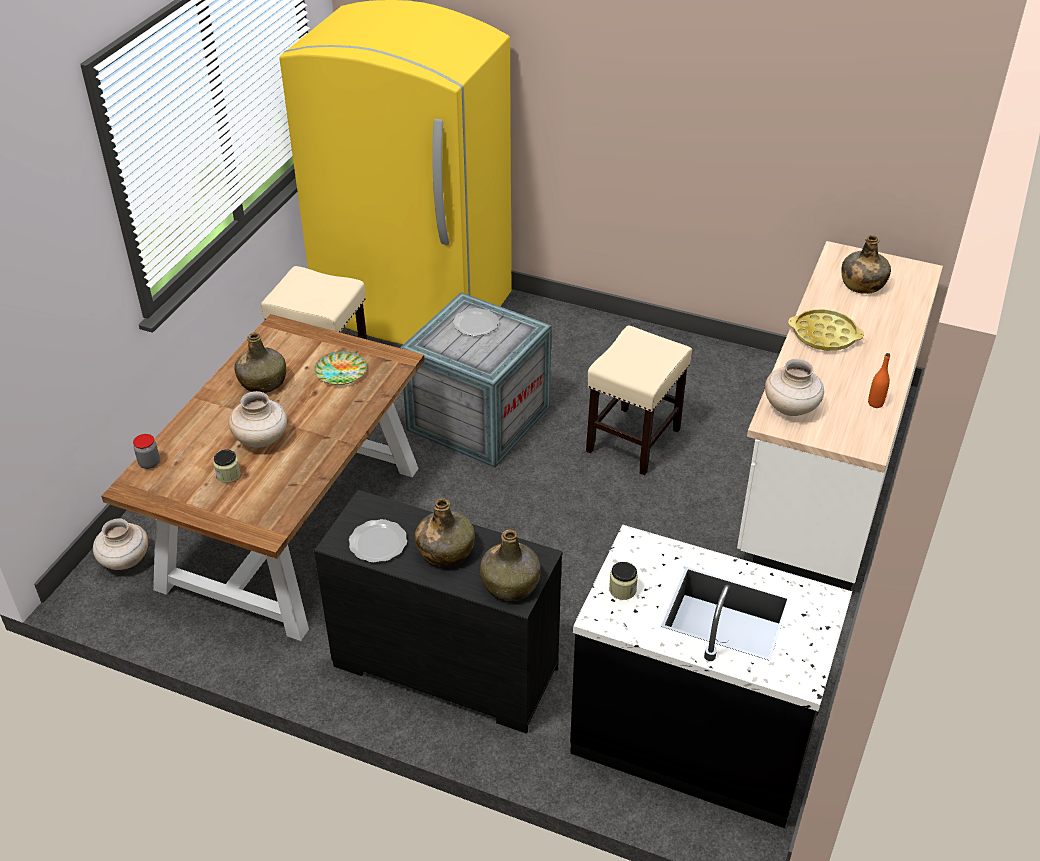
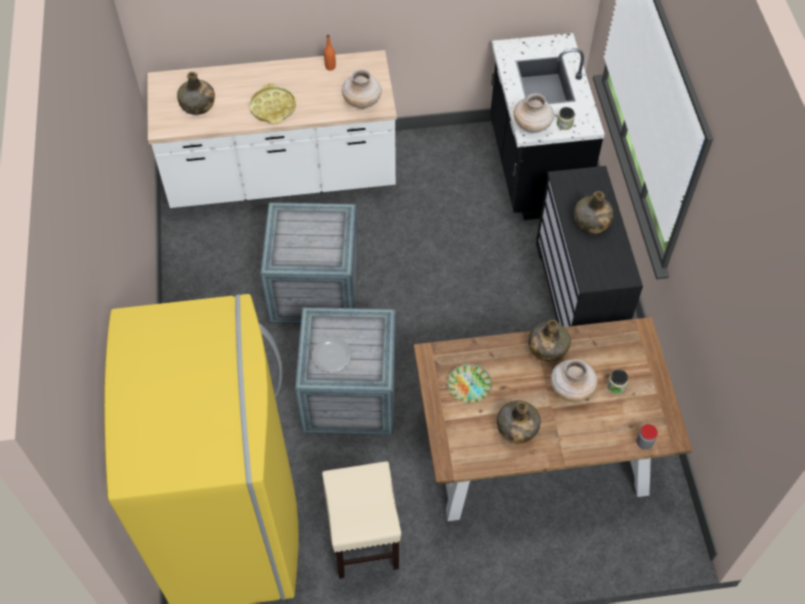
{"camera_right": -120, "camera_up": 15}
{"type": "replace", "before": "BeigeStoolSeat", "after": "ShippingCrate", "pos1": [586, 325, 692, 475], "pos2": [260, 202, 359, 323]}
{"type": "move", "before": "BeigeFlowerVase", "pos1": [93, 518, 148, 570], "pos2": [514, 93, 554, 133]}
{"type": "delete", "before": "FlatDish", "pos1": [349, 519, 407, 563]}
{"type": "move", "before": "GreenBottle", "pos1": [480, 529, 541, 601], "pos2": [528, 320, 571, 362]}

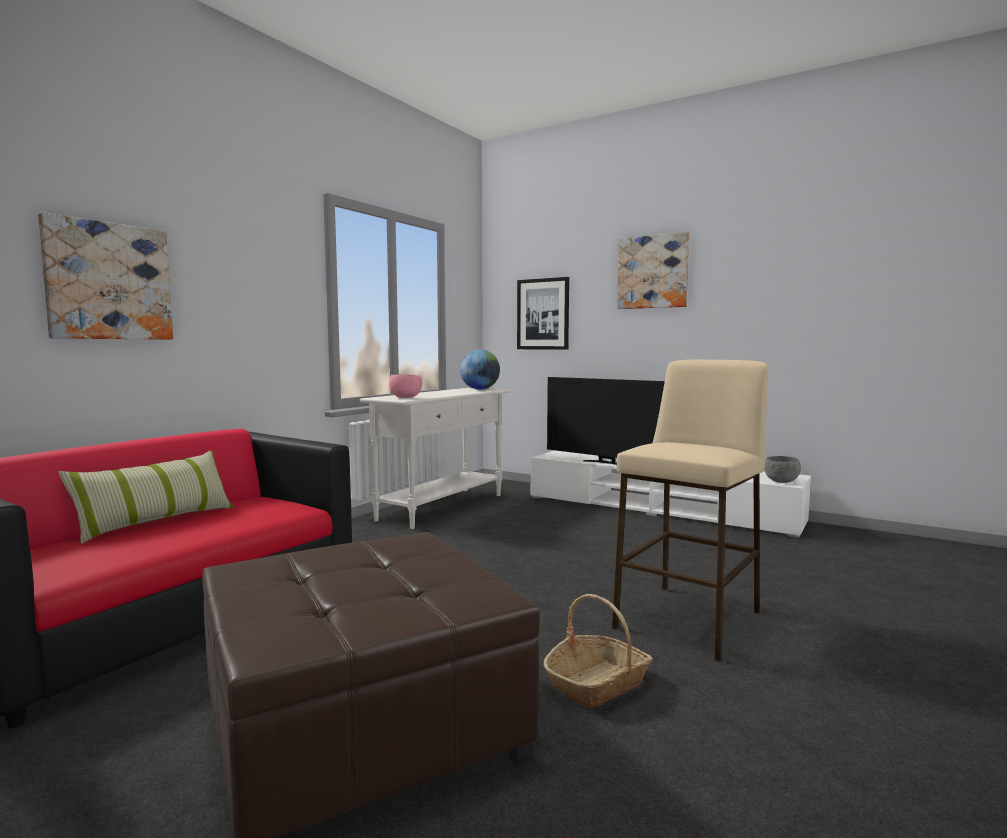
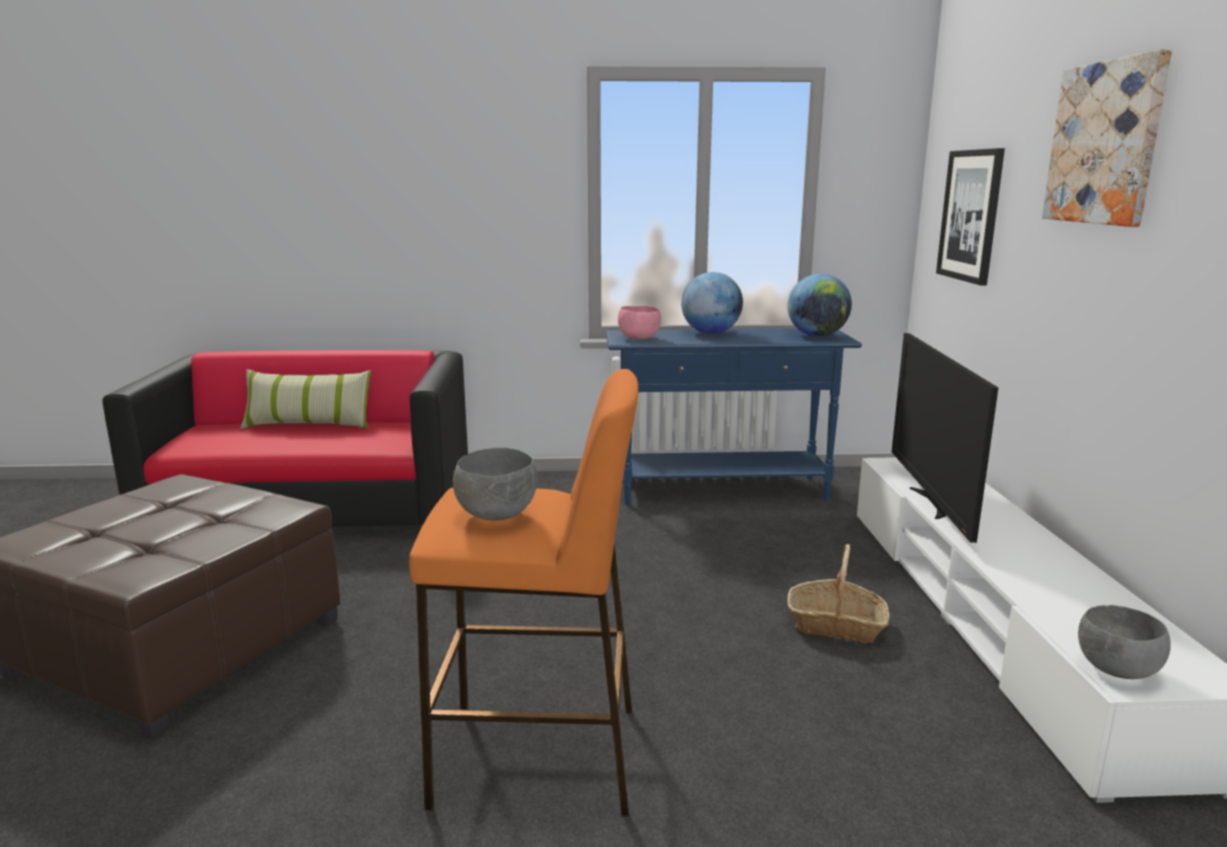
{"camera_right": 55, "camera_up": 10}
{"type": "delete", "before": "Picture", "pos1": [38, 212, 173, 340]}
{"type": "recolor", "before": "BeigeStoolSeat", "after": "OrangeyStoolSeat", "pos1": [612, 360, 768, 662], "pos2": [409, 369, 638, 816]}
{"type": "recolor", "before": "WhitishNarrowTable", "after": "BlueNarrowTable", "pos1": [360, 388, 511, 529], "pos2": [606, 329, 862, 505]}
{"type": "move", "before": "StorageBasket", "pos1": [543, 594, 653, 709], "pos2": [787, 544, 890, 643]}
{"type": "insert", "after": "WorldGlobe", "pos2": [681, 272, 743, 334]}
{"type": "insert", "after": "GrayDeepDish", "pos2": [453, 448, 537, 521]}

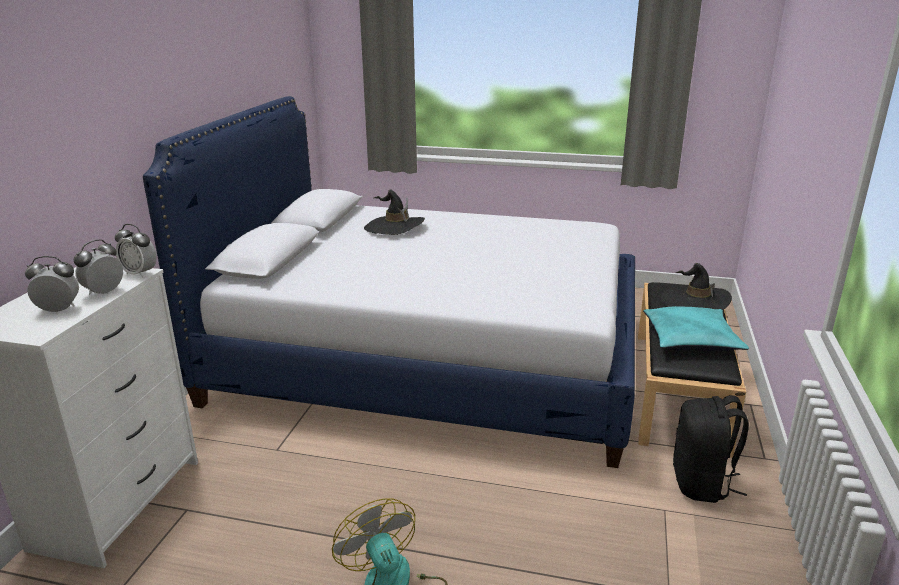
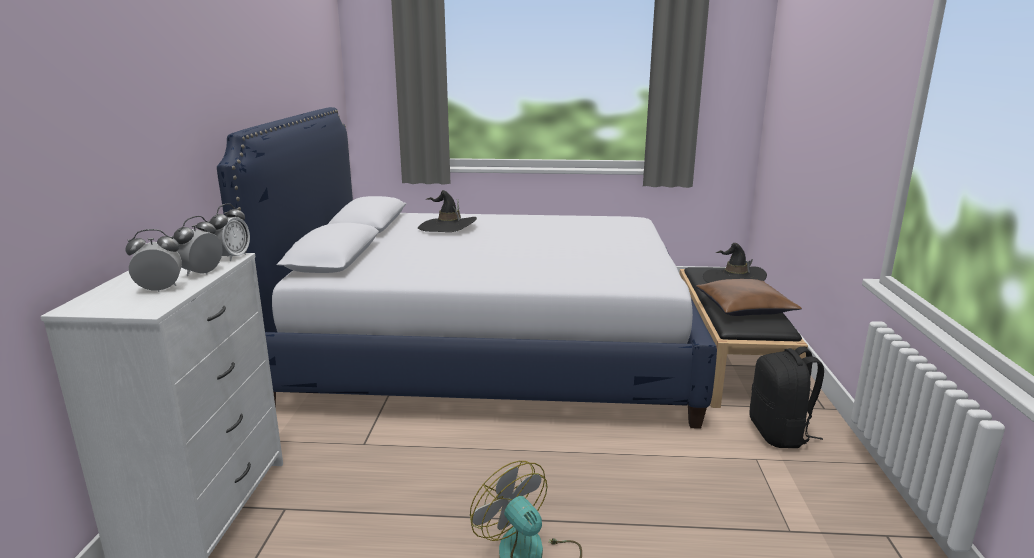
{"camera_right": -10, "camera_up": -5}
{"type": "rotate", "before": "AlarmClock", "pos1": [115, 224, 157, 278], "pos2": [210, 203, 250, 261], "turn": -90}
{"type": "recolor", "before": "TurquoiseCushion", "after": "BrownishCushion", "pos1": [643, 306, 749, 351], "pos2": [696, 279, 802, 316]}

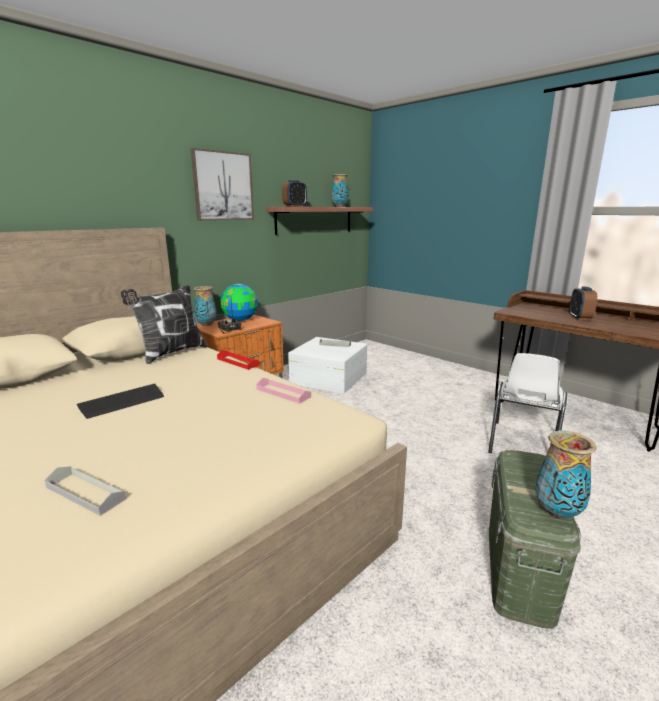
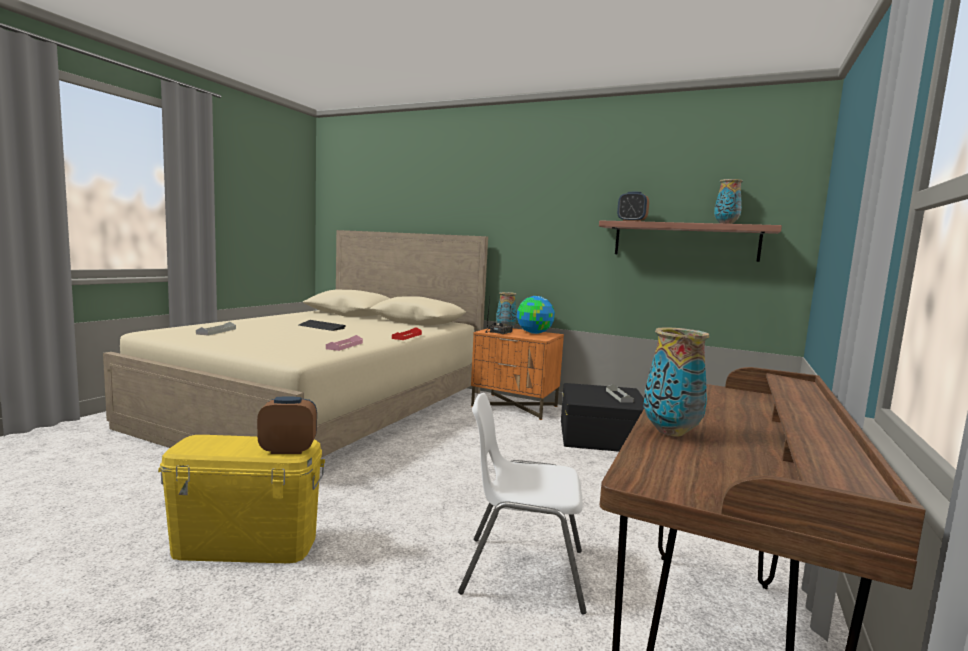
{"camera_right": 70, "camera_up": -10}
{"type": "delete", "before": "Picture", "pos1": [191, 148, 254, 220]}
{"type": "delete", "before": "Cushion", "pos1": [120, 285, 208, 364]}
{"type": "move", "before": "AlarmClock", "pos1": [570, 287, 597, 320], "pos2": [257, 396, 317, 454]}
{"type": "recolor", "before": "WhitishStorageBin", "after": "BlackColouredStorageBin", "pos1": [288, 337, 367, 394], "pos2": [561, 383, 644, 452]}
{"type": "move", "before": "FlowerVase", "pos1": [535, 430, 596, 519], "pos2": [644, 327, 709, 437]}
{"type": "recolor", "before": "GreenStorageBin", "after": "YellowStorageBin", "pos1": [489, 450, 581, 629], "pos2": [158, 435, 325, 563]}

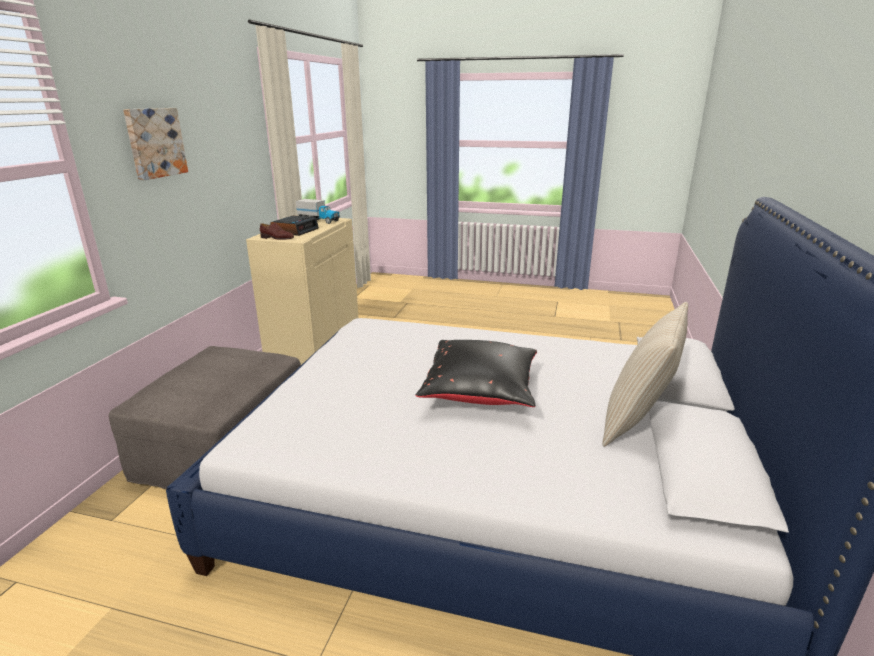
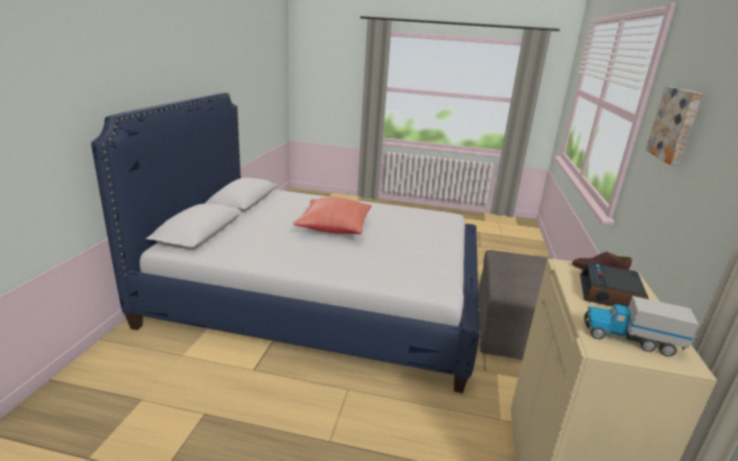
{"camera_right": 175, "camera_up": 0}
{"type": "delete", "before": "BeigeCushion", "pos1": [602, 302, 688, 447]}
{"type": "recolor", "before": "BlackColouredCushion", "after": "RedCushion", "pos1": [415, 340, 537, 407], "pos2": [293, 197, 372, 234]}

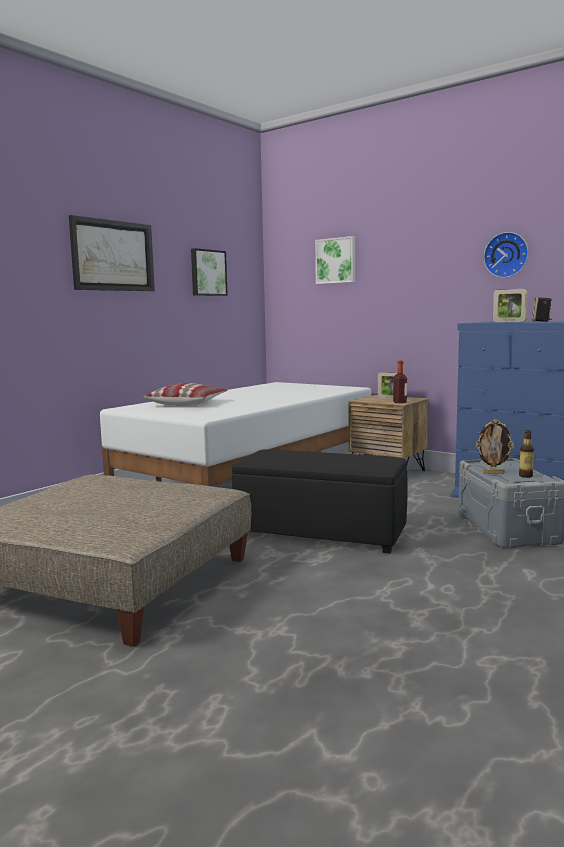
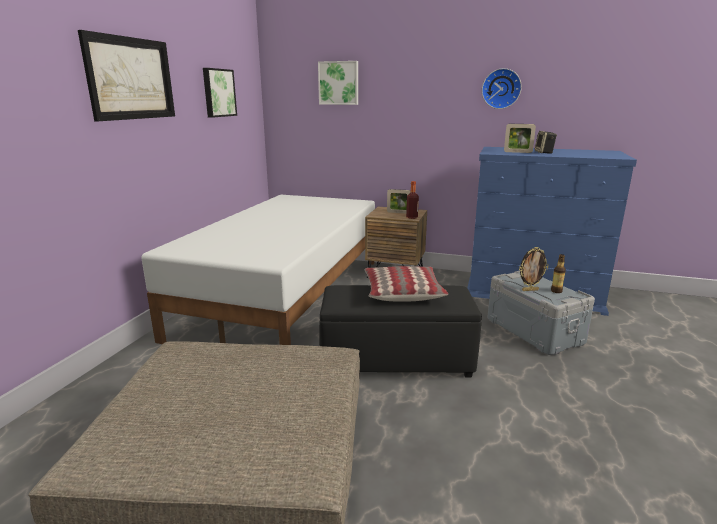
{"camera_right": -20, "camera_up": 10}
{"type": "move", "before": "Cushion", "pos1": [144, 383, 227, 406], "pos2": [364, 266, 448, 302]}

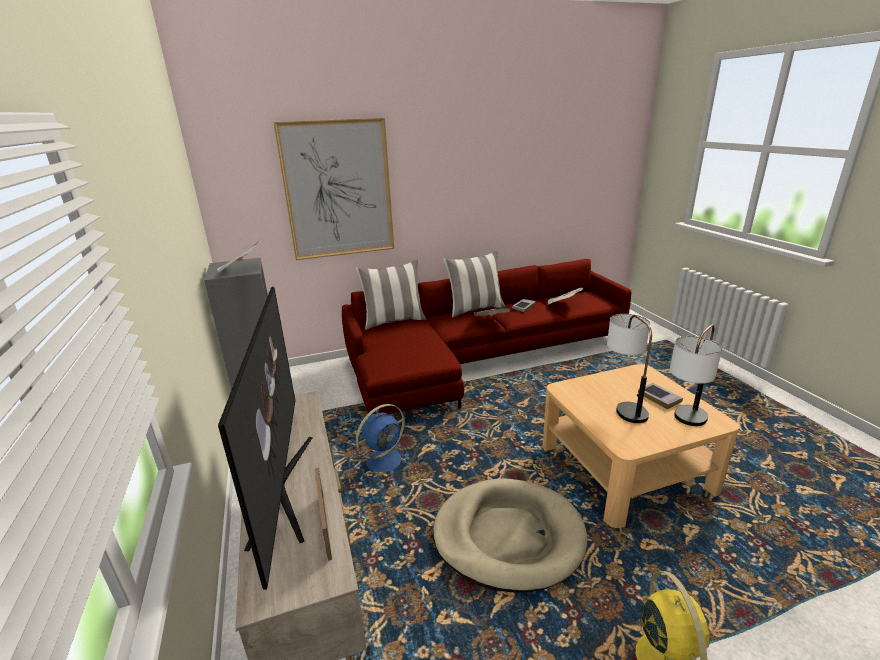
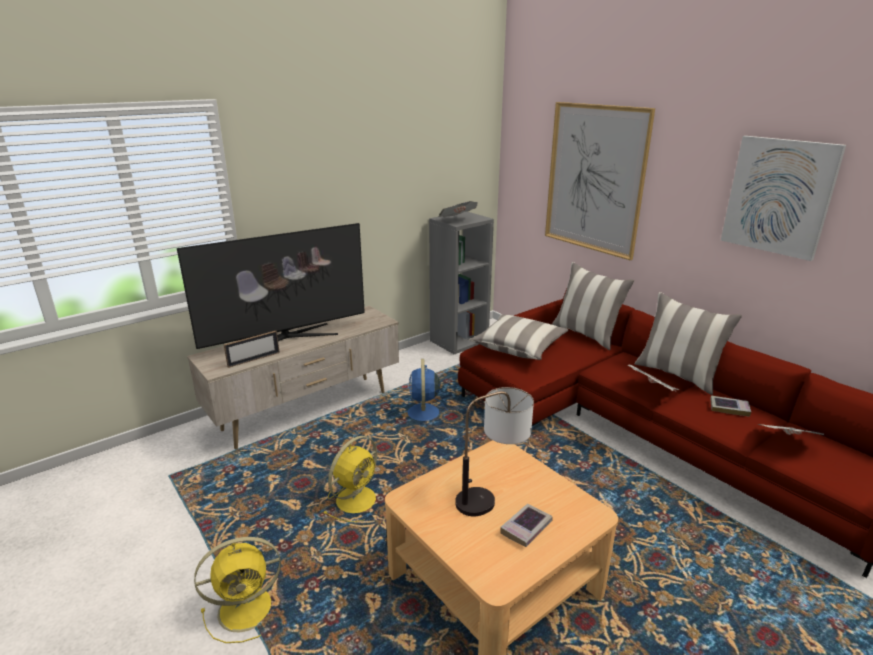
{"camera_right": 70, "camera_up": 0}
{"type": "delete", "before": "TableLamp", "pos1": [670, 324, 722, 426]}
{"type": "rotate", "before": "BlueFan", "pos1": [354, 404, 405, 480], "pos2": [402, 359, 448, 421], "turn": 60}
{"type": "replace", "before": "BeigeDogBed", "after": "YellowFan", "pos1": [433, 478, 587, 593], "pos2": [323, 436, 377, 522]}
{"type": "insert", "after": "Picture", "pos2": [721, 136, 846, 261]}
{"type": "insert", "after": "Cushion", "pos2": [469, 314, 568, 360]}

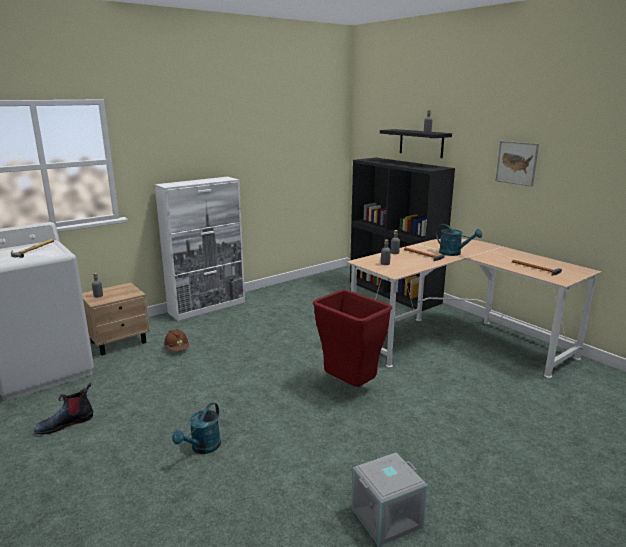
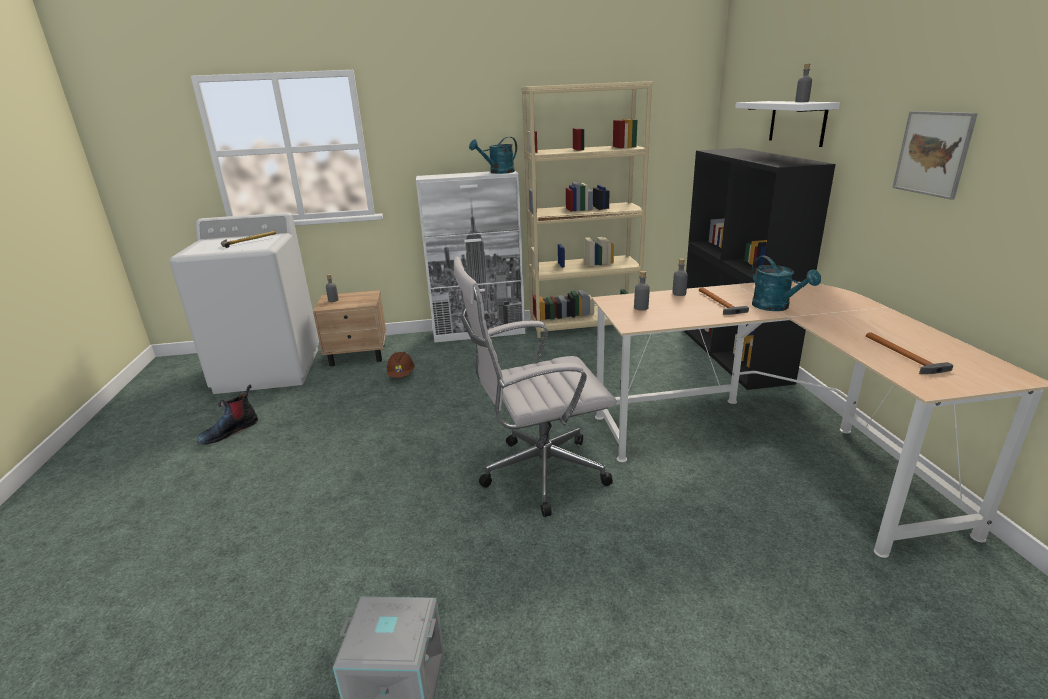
{"camera_right": 30, "camera_up": 5}
{"type": "recolor", "before": "BlackColouredShelf", "after": "WhitishShelf", "pos1": [380, 129, 452, 158], "pos2": [735, 101, 840, 147]}
{"type": "replace", "before": "RedRubbishBin", "after": "WhitishComputerChair", "pos1": [313, 290, 392, 387], "pos2": [454, 257, 617, 517]}
{"type": "rotate", "before": "TallBoot", "pos1": [34, 383, 93, 435], "pos2": [197, 384, 258, 444], "turn": -45}
{"type": "move", "before": "TurquoiseWateringCan", "pos1": [172, 402, 221, 454], "pos2": [469, 137, 517, 174]}
{"type": "insert", "after": "BeigeBookshelf", "pos2": [521, 81, 653, 338]}

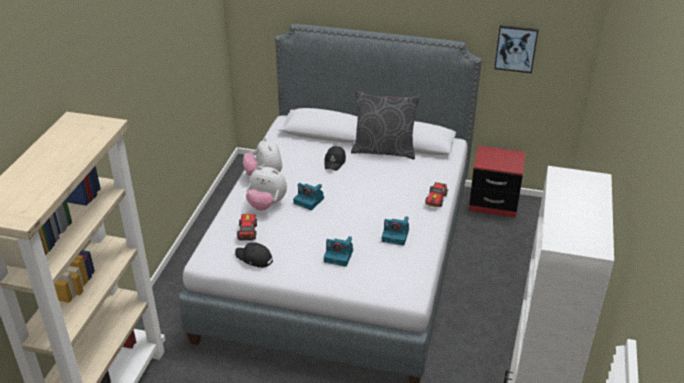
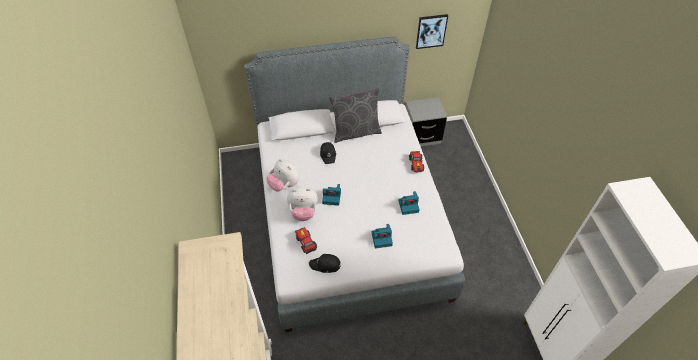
{"camera_right": -25, "camera_up": 15}
{"type": "recolor", "before": "RedBedsideTable", "after": "GrayBedsideTable", "pos1": [469, 146, 526, 218], "pos2": [405, 97, 447, 146]}

